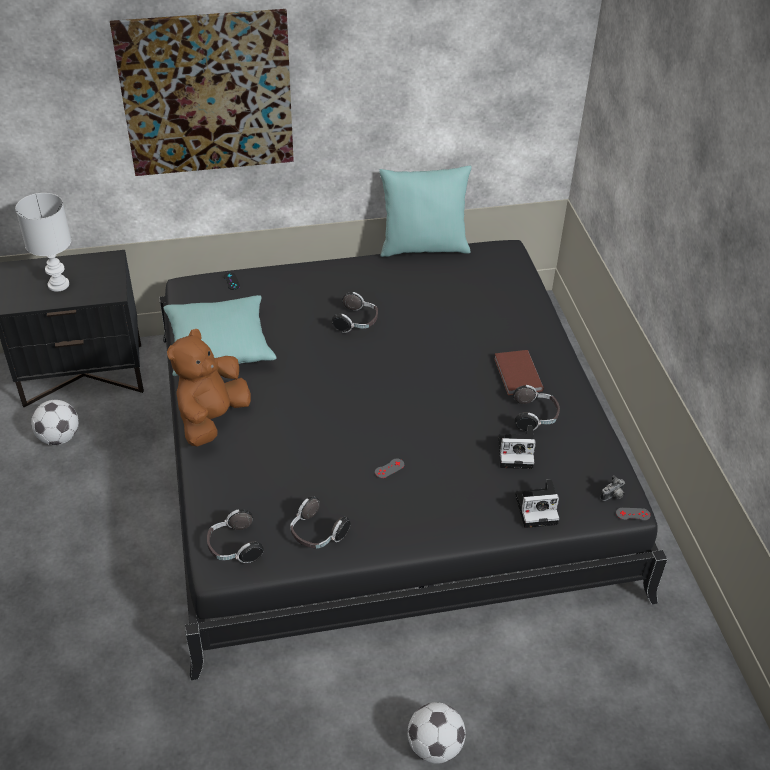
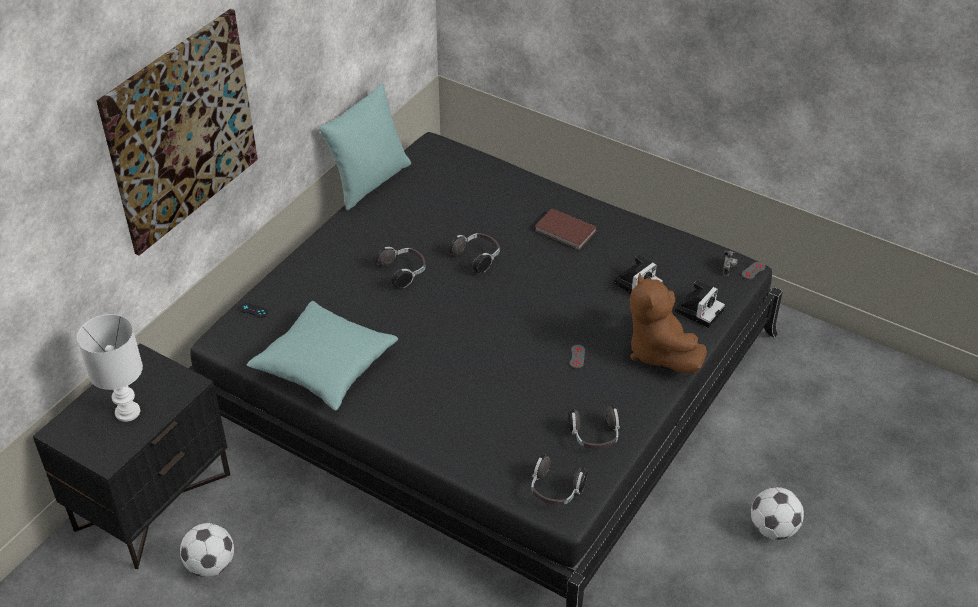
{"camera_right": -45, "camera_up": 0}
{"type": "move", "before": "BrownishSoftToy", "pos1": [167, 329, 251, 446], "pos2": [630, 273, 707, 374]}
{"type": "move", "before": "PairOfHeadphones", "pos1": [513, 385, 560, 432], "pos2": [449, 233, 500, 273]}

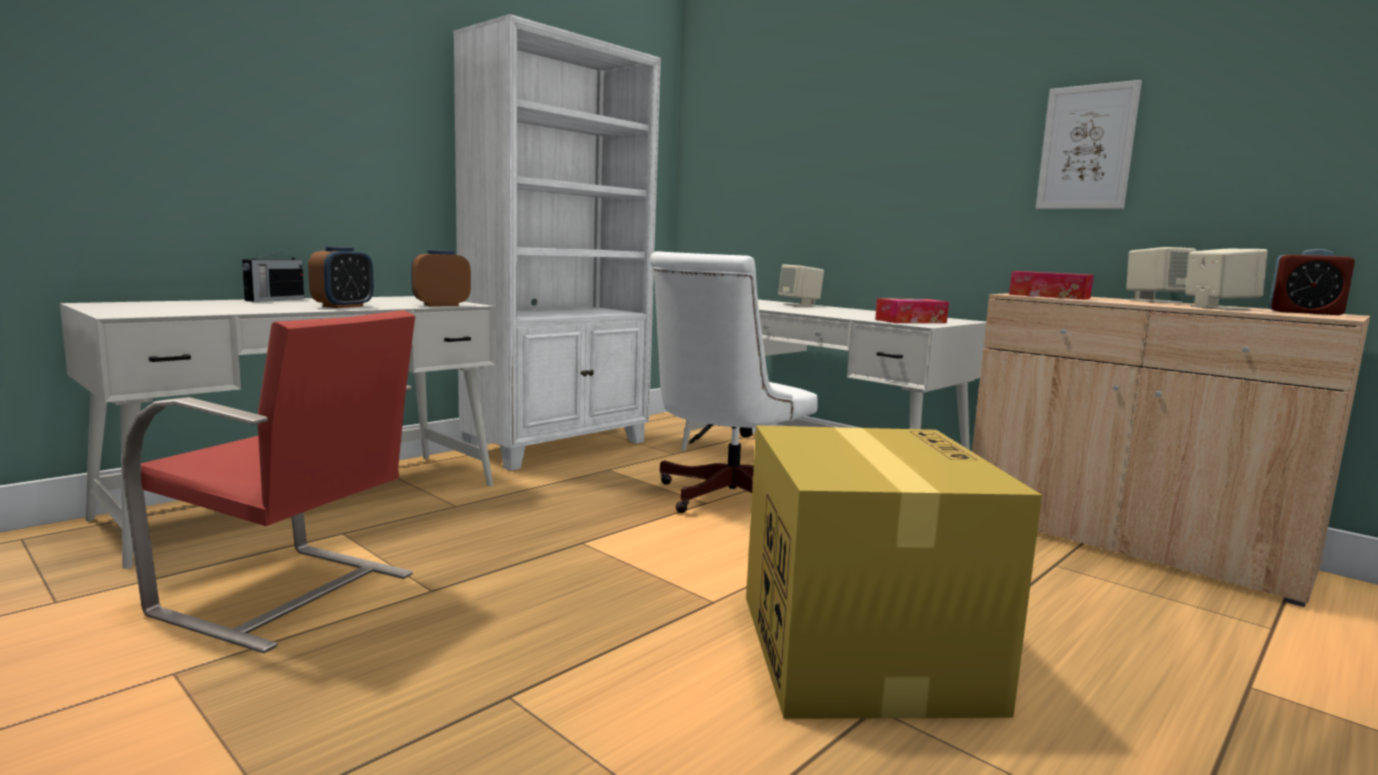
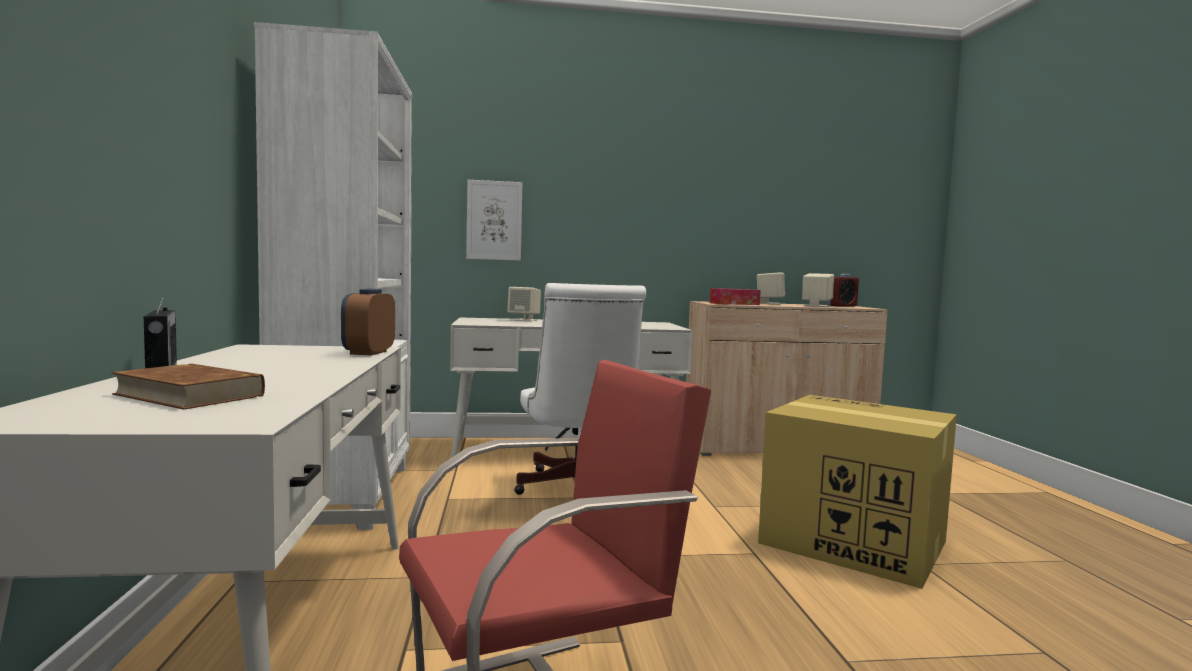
{"camera_right": -50, "camera_up": -5}
{"type": "move", "before": "Picture", "pos1": [1036, 80, 1142, 209], "pos2": [466, 180, 522, 261]}
{"type": "delete", "before": "AlarmClock", "pos1": [308, 247, 374, 308]}
{"type": "delete", "before": "TissueHolder", "pos1": [875, 298, 949, 323]}
{"type": "insert", "after": "BrownishVolume", "pos2": [111, 363, 265, 409]}

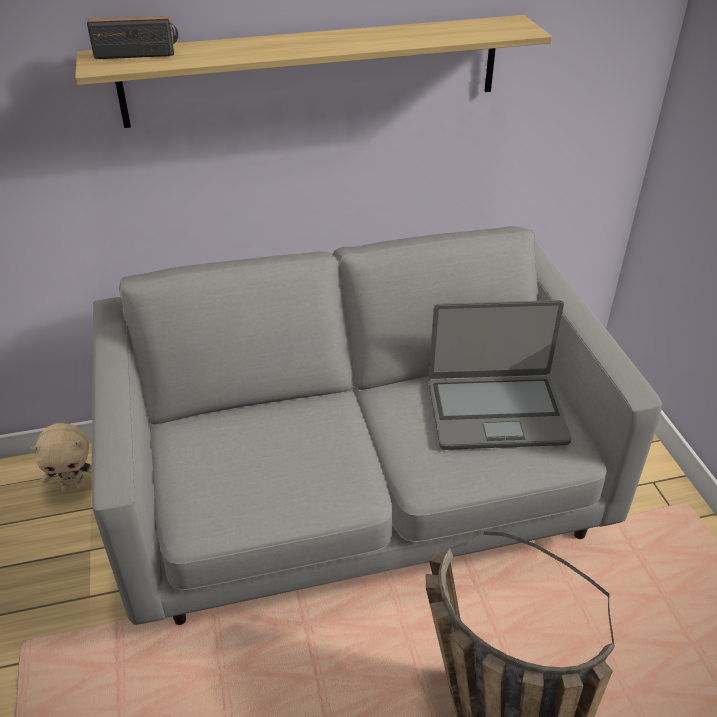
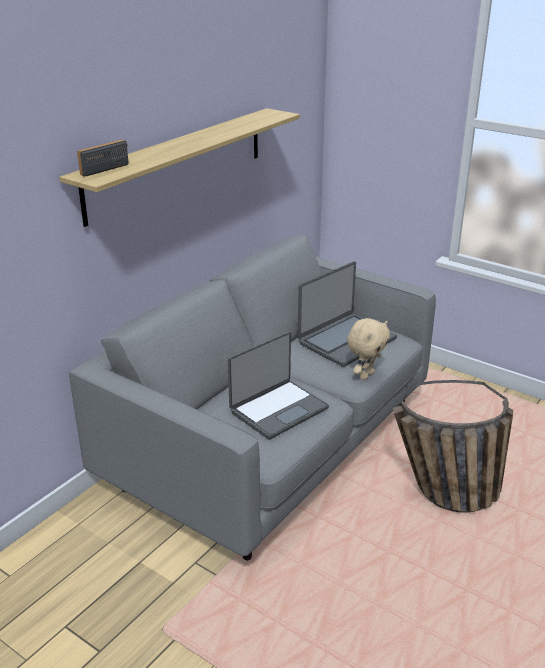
{"camera_right": -40, "camera_up": -10}
{"type": "move", "before": "BeigeSoftToy", "pos1": [31, 423, 92, 492], "pos2": [347, 318, 390, 380]}
{"type": "insert", "after": "PortableComputer", "pos2": [228, 331, 329, 440]}

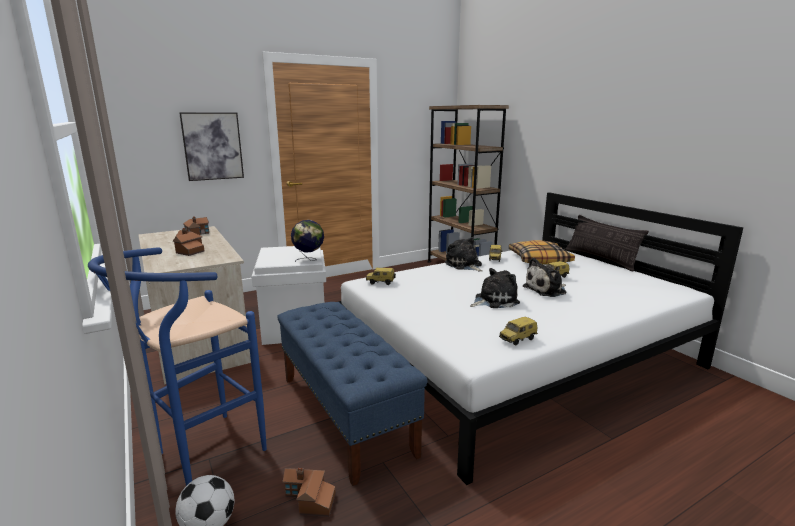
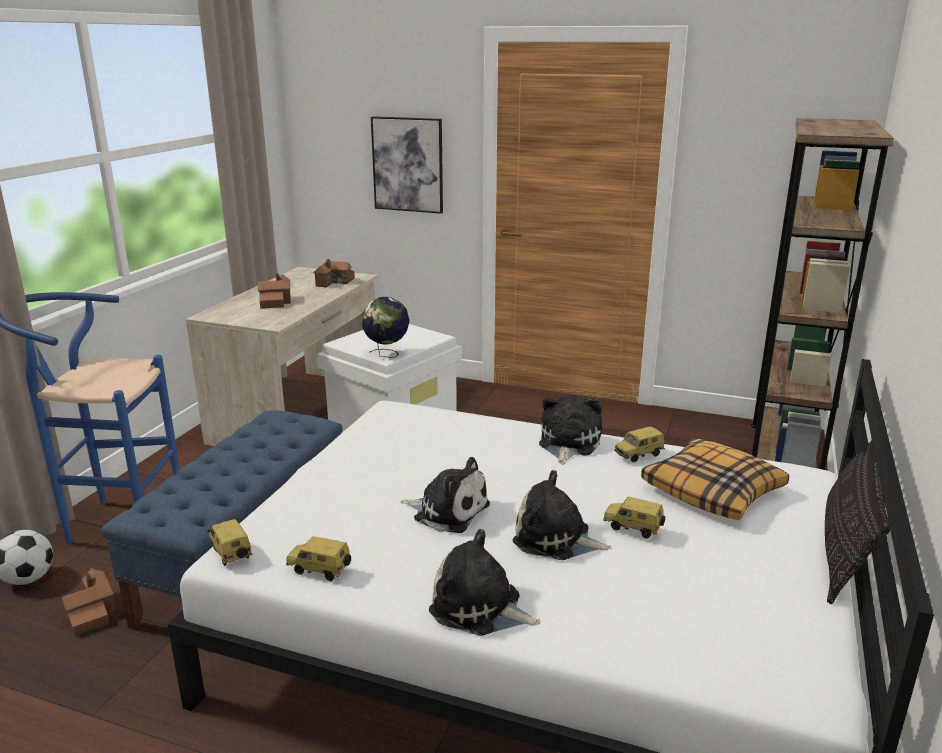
{"camera_right": 50, "camera_up": 5}
{"type": "move", "before": "ToyCar", "pos1": [366, 268, 396, 285], "pos2": [208, 519, 252, 566]}
{"type": "insert", "after": "SoftToy", "pos2": [429, 529, 541, 636]}

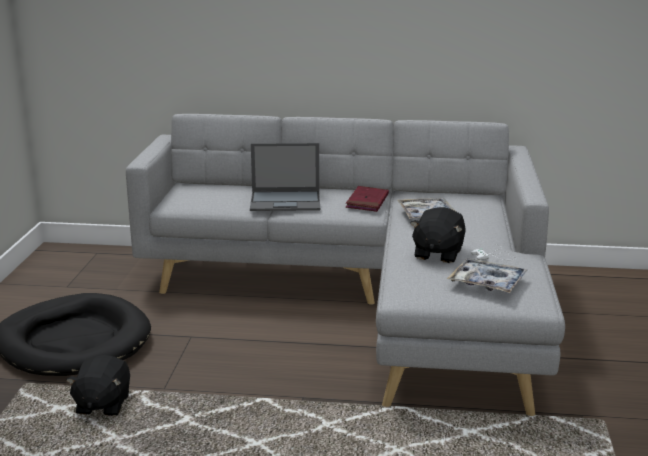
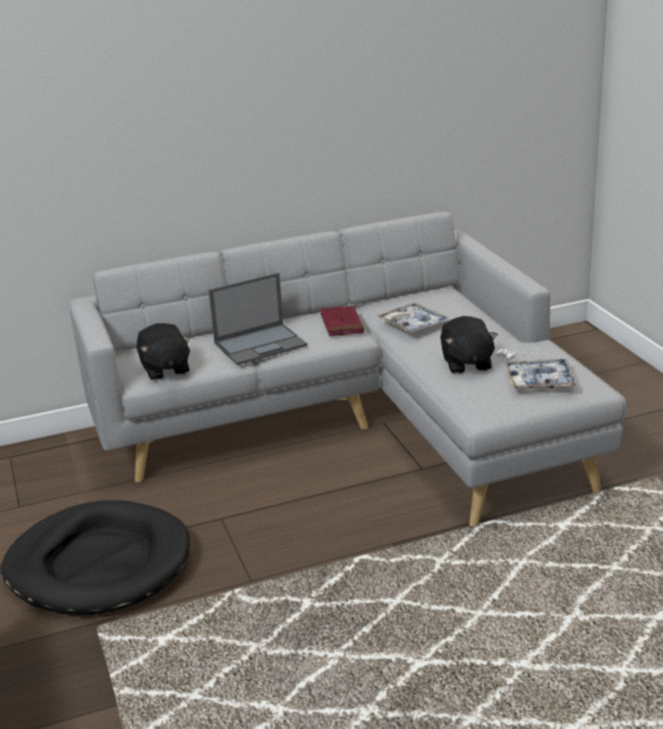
{"camera_right": -25, "camera_up": 5}
{"type": "move", "before": "BlackColouredSoftToy", "pos1": [66, 355, 130, 416], "pos2": [136, 323, 191, 380]}

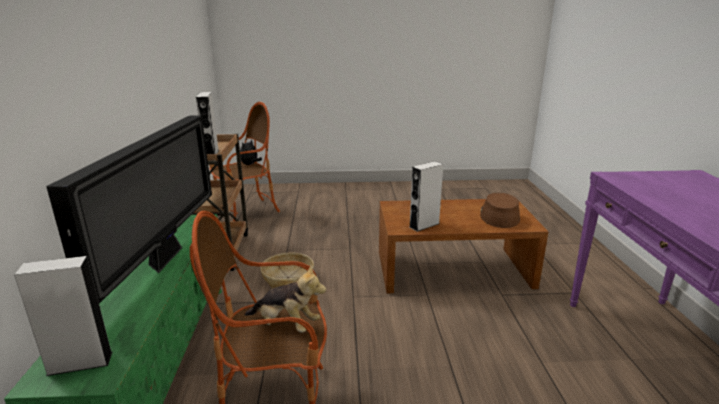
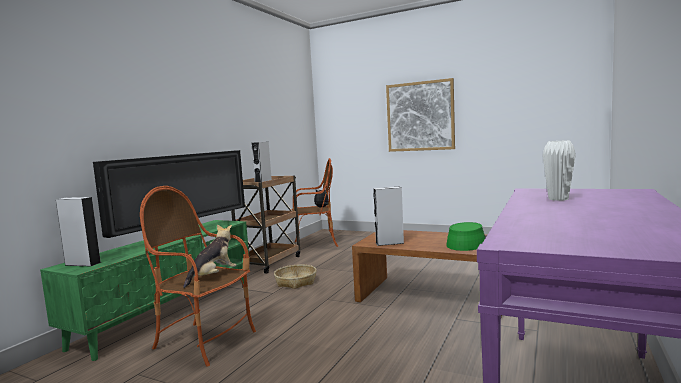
{"camera_right": 30, "camera_up": -15}
{"type": "recolor", "before": "BrownishHat", "after": "GreenHat", "pos1": [480, 193, 520, 228], "pos2": [446, 222, 486, 251]}
{"type": "rotate", "before": "SoftToy", "pos1": [245, 265, 326, 333], "pos2": [183, 224, 237, 288], "turn": -105}
{"type": "insert", "after": "Picture", "pos2": [386, 78, 455, 152]}
{"type": "insert", "after": "WhitishFlowerVase", "pos2": [543, 141, 576, 201]}

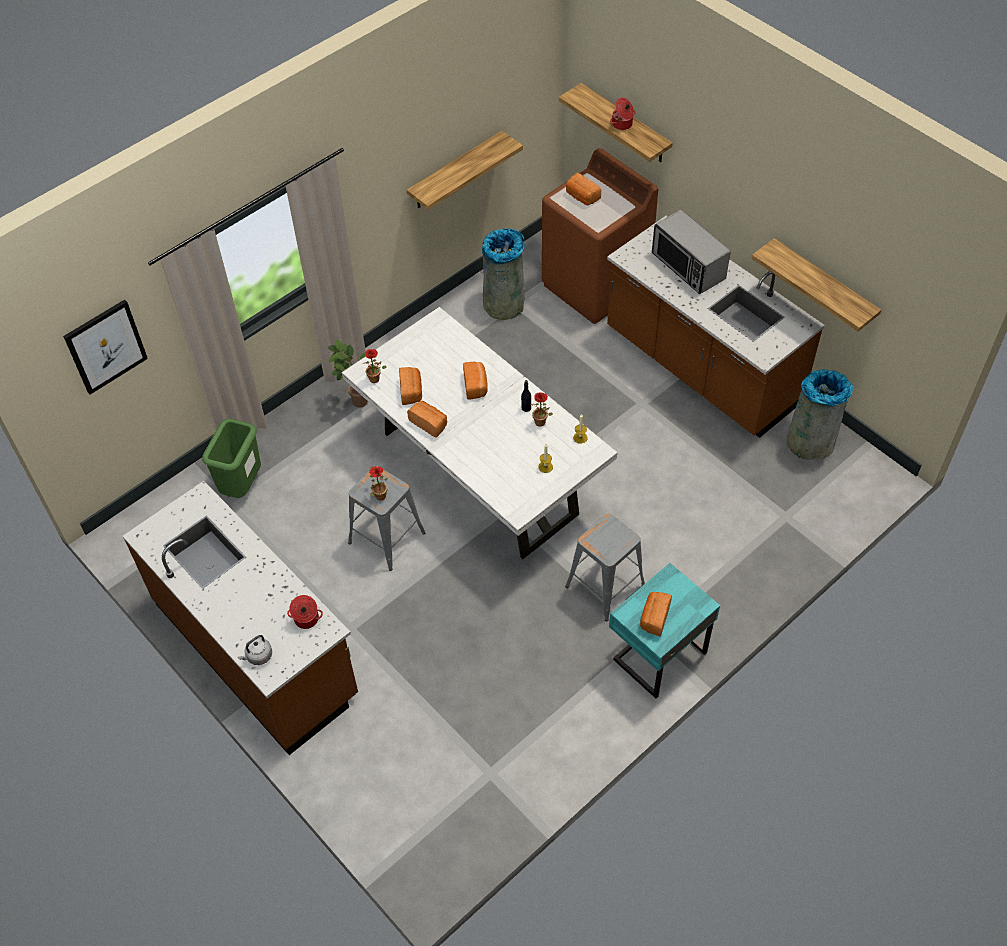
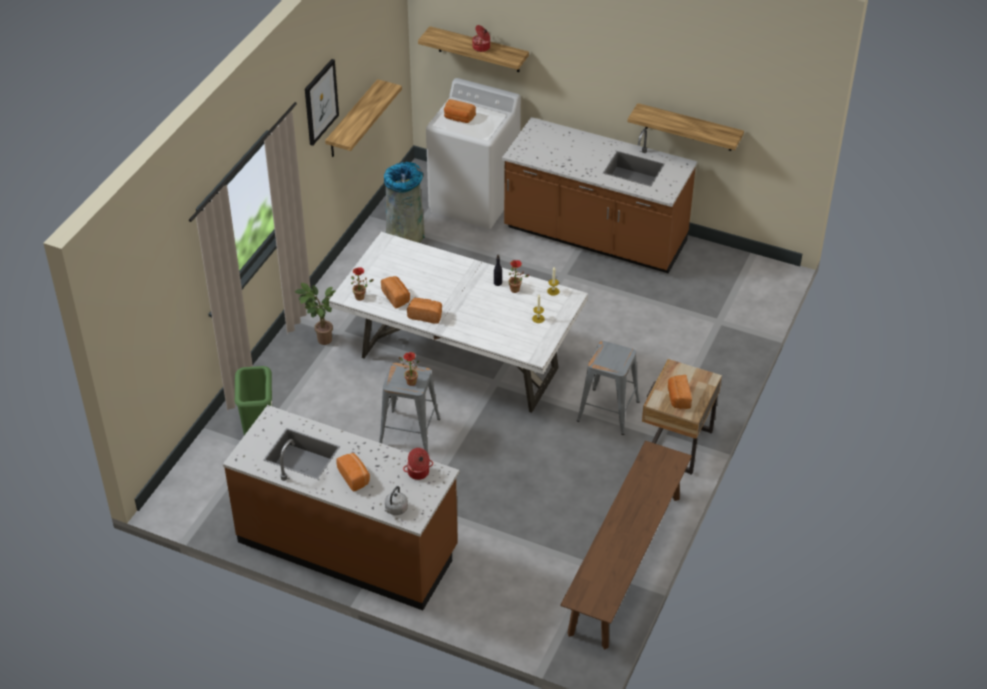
{"camera_right": -25, "camera_up": -10}
{"type": "recolor", "before": "BrownishWashingMachine", "after": "WhitishWashingMachine", "pos1": [542, 148, 658, 324], "pos2": [426, 78, 521, 229]}
{"type": "delete", "before": "MicrowaveOven", "pos1": [652, 210, 731, 294]}
{"type": "move", "before": "Picture", "pos1": [63, 300, 148, 394], "pos2": [305, 59, 339, 146]}
{"type": "move", "before": "Bread", "pos1": [463, 362, 488, 399], "pos2": [337, 453, 370, 492]}
{"type": "delete", "before": "GrayRubbishBin", "pos1": [787, 369, 854, 459]}
{"type": "recolor", "before": "TurquoiseBedsideTable", "after": "BeigeBedsideTable", "pos1": [609, 563, 720, 698], "pos2": [642, 359, 722, 474]}
{"type": "insert", "after": "BrownishLongSeat", "pos2": [560, 441, 692, 650]}

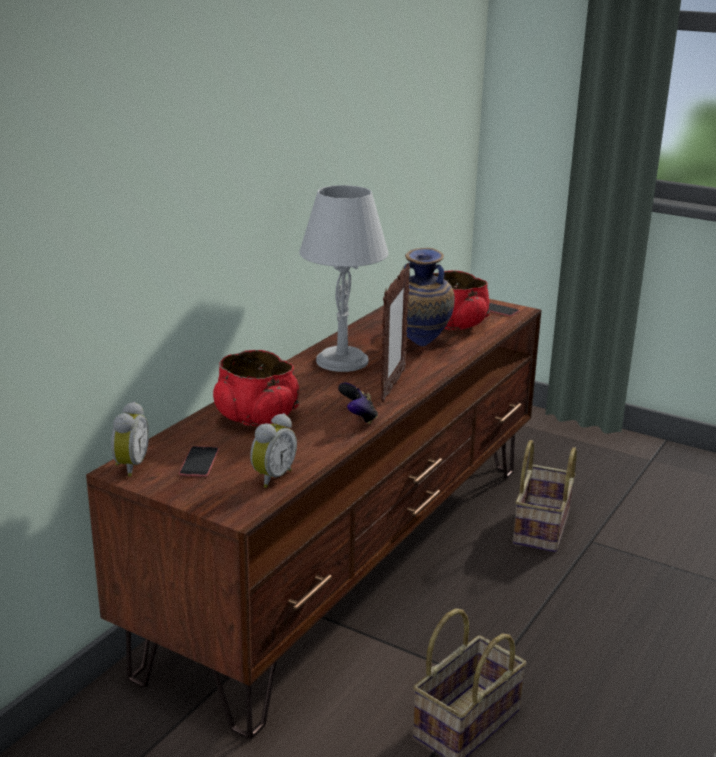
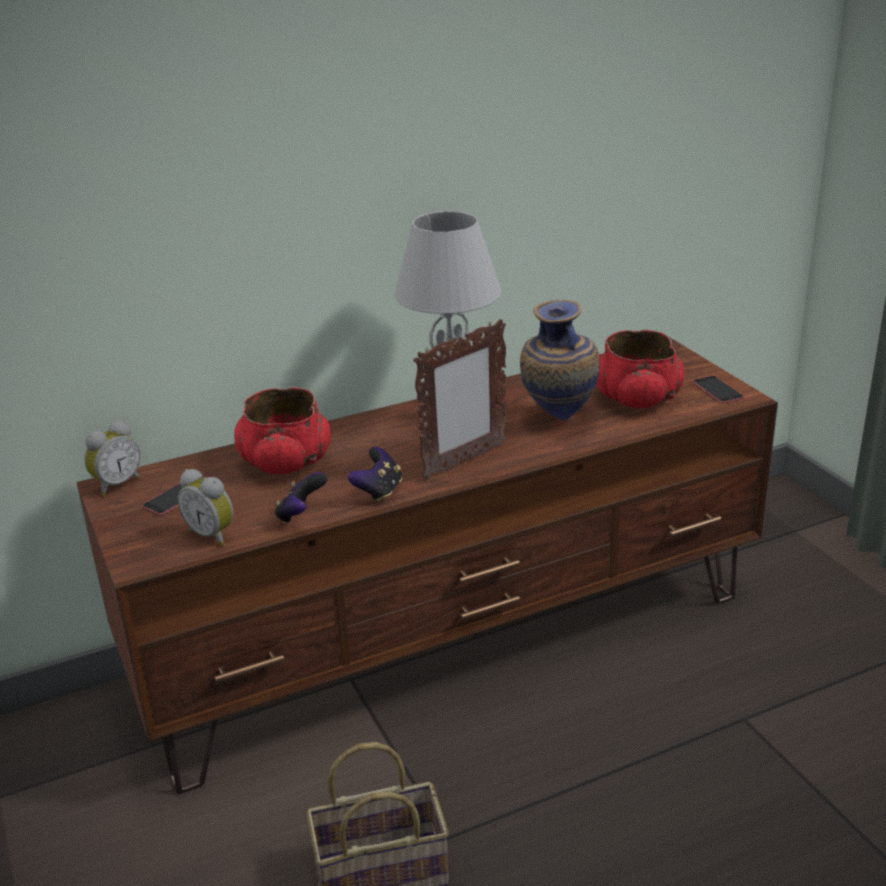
{"camera_right": 35, "camera_up": 5}
{"type": "rotate", "before": "AlarmClock", "pos1": [250, 413, 297, 488], "pos2": [177, 469, 234, 546], "turn": 60}
{"type": "delete", "before": "StorageBasket", "pos1": [513, 440, 577, 552]}
{"type": "insert", "after": "Joypad", "pos2": [274, 472, 328, 524]}

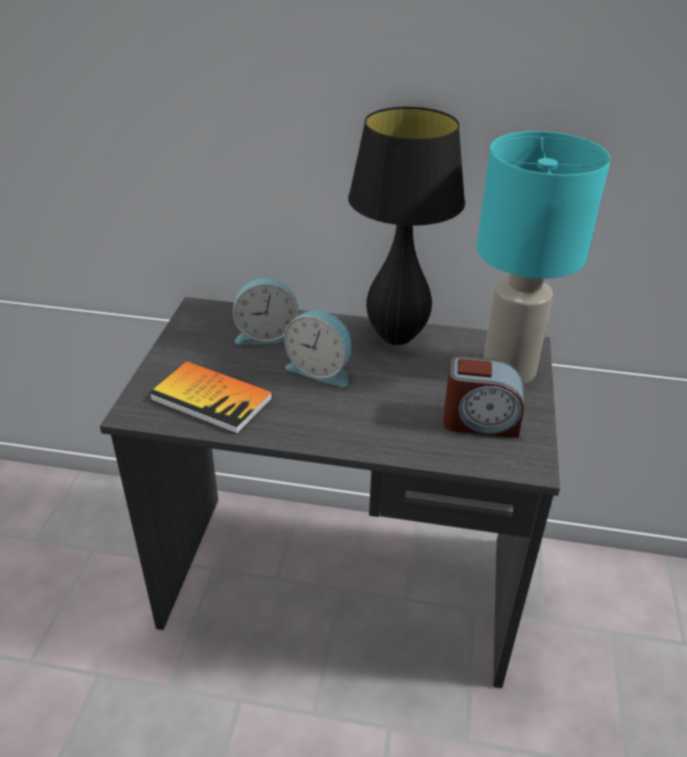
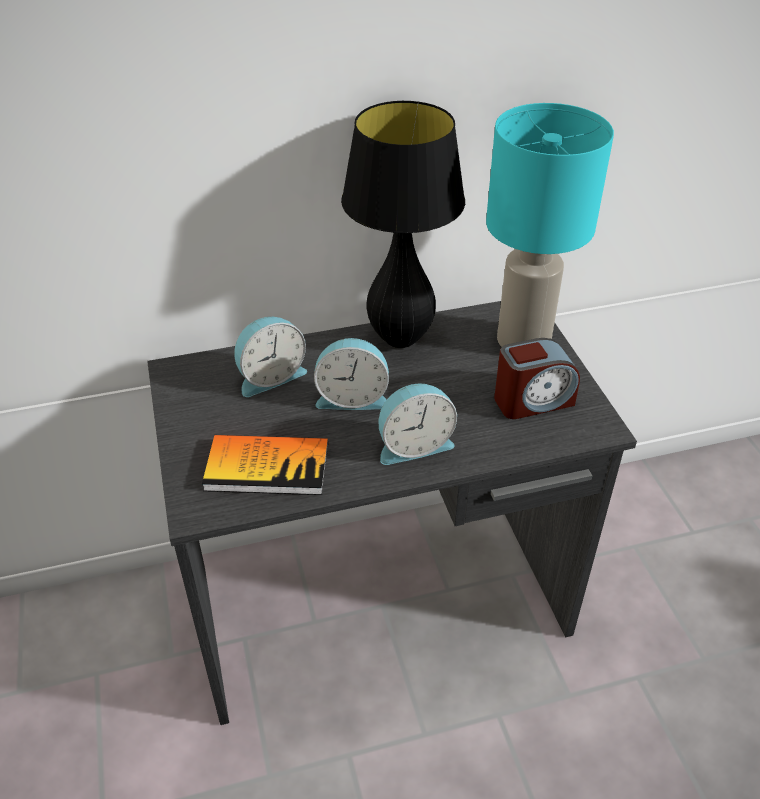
{"camera_right": -25, "camera_up": 5}
{"type": "insert", "after": "AlarmClock", "pos2": [378, 383, 457, 465]}

